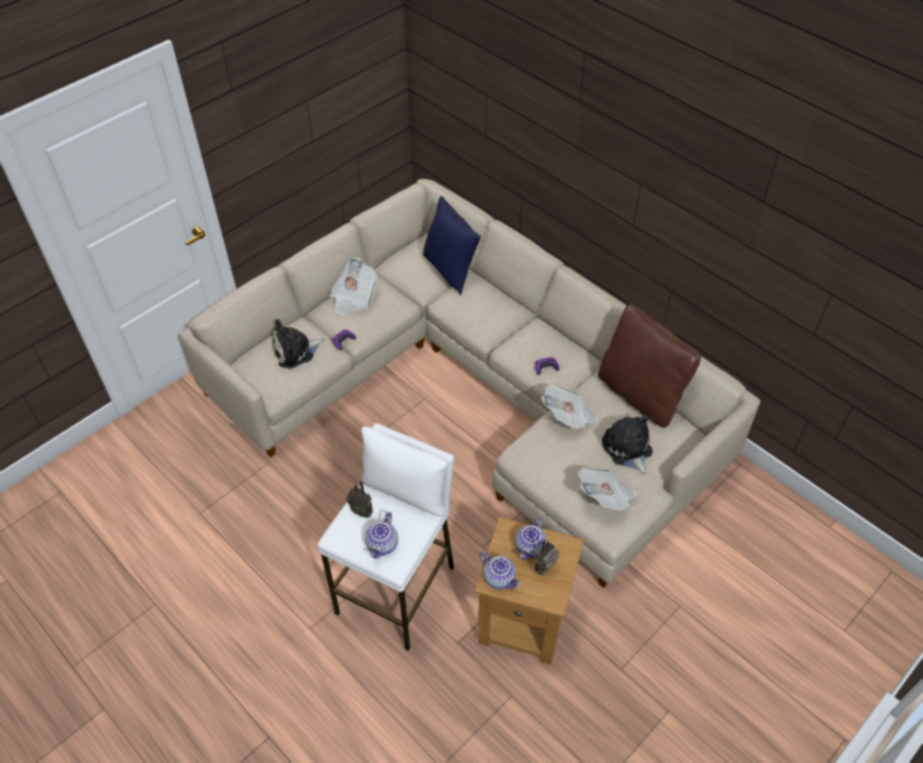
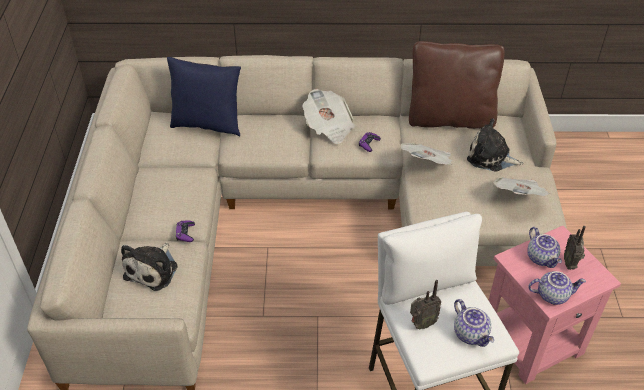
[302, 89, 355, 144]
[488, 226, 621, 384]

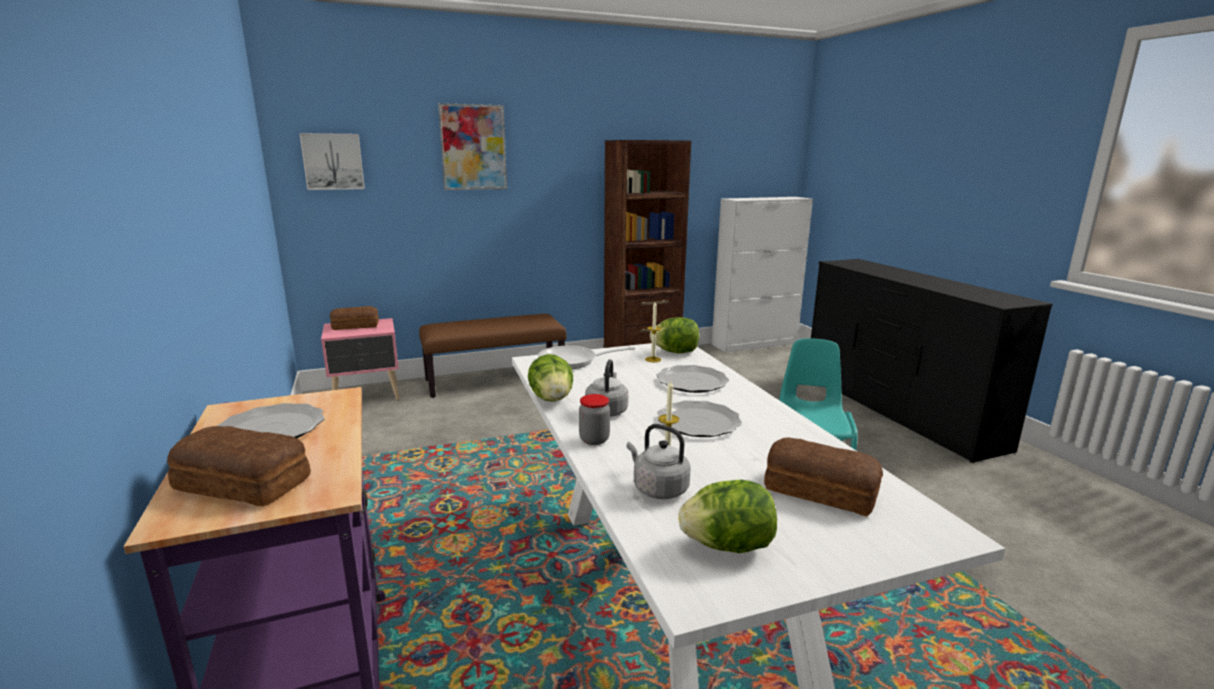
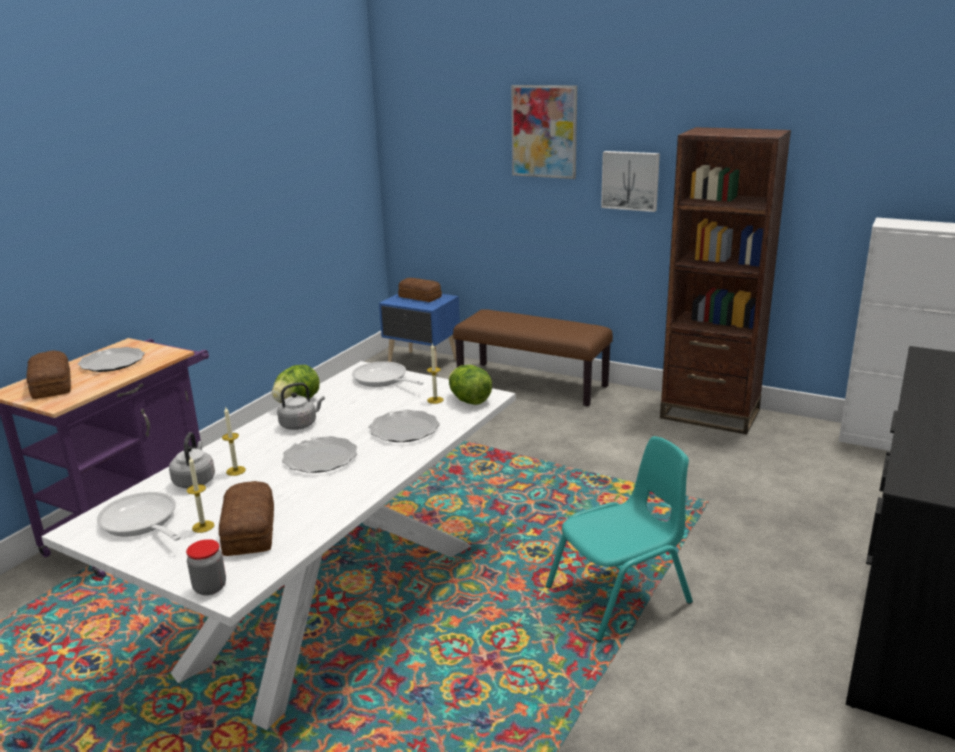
[601, 151, 660, 212]
[379, 294, 460, 375]
[186, 539, 226, 596]
[97, 492, 181, 541]
[187, 457, 214, 533]

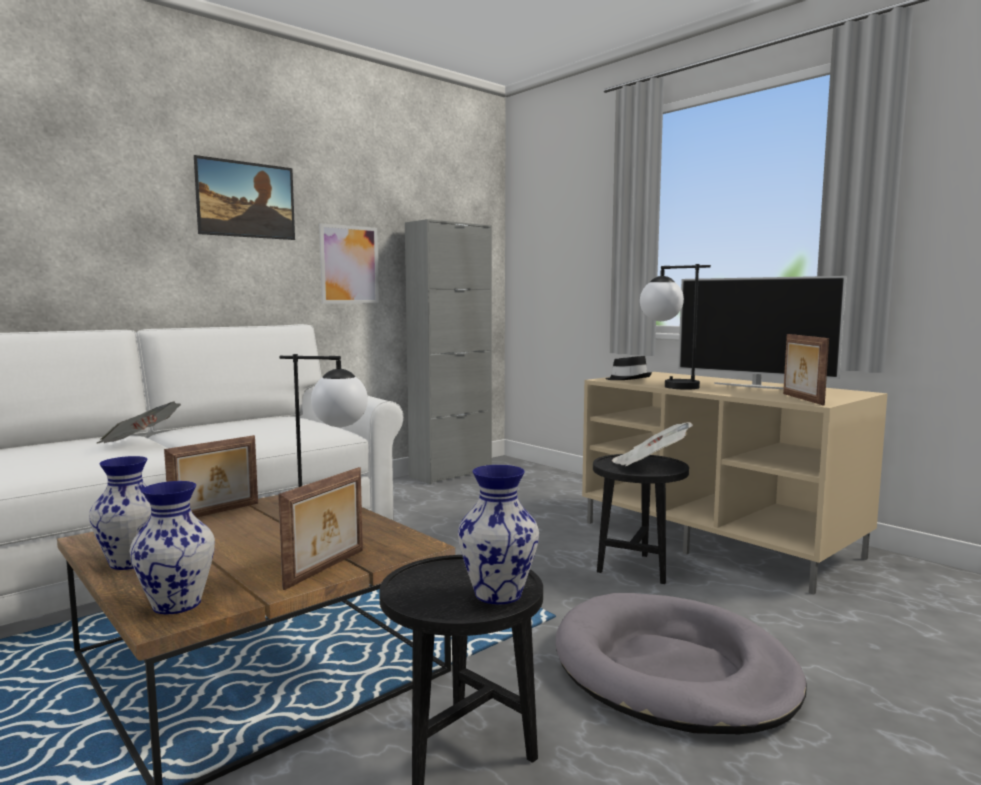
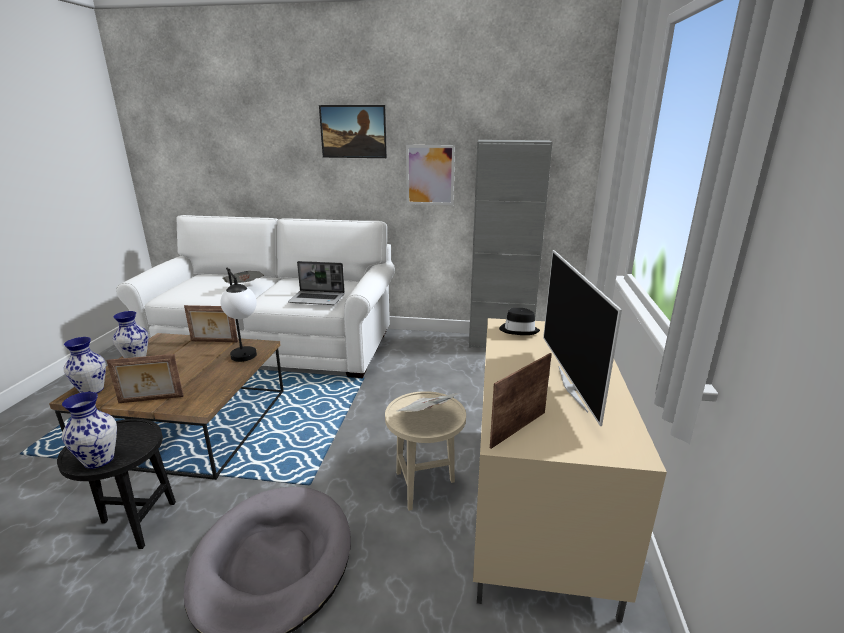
[385, 391, 466, 511]
[640, 264, 711, 390] (first image)
[288, 261, 345, 305]

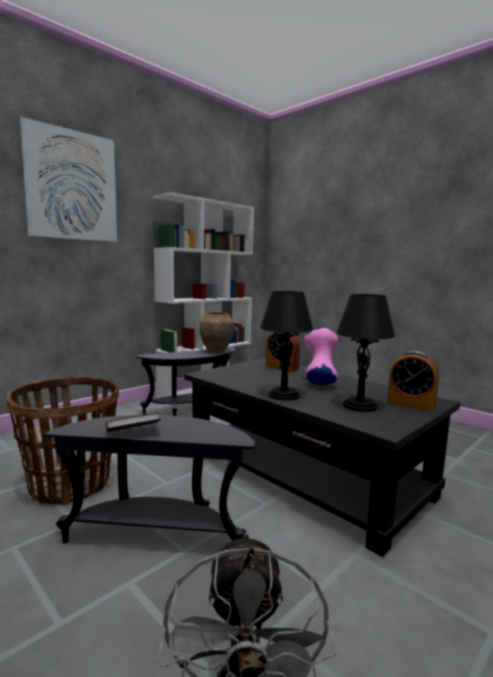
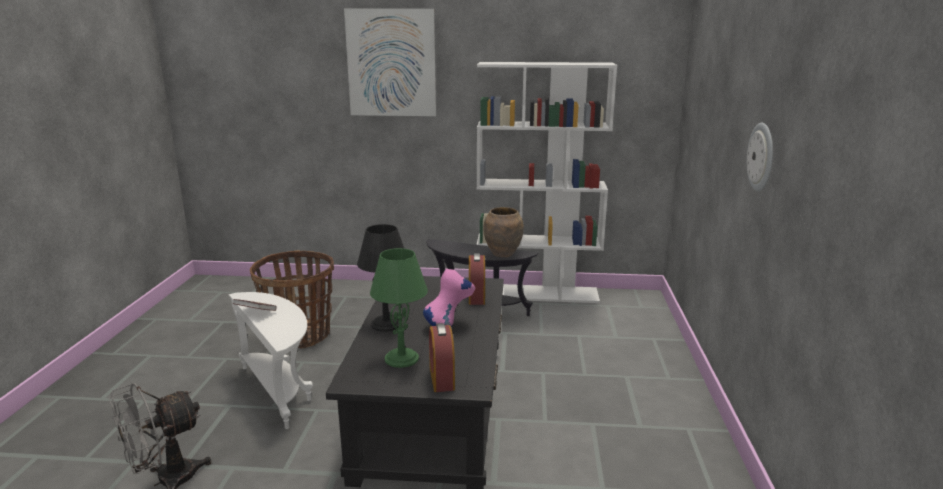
[229, 292, 313, 429]
[370, 248, 428, 368]
[747, 123, 773, 191]

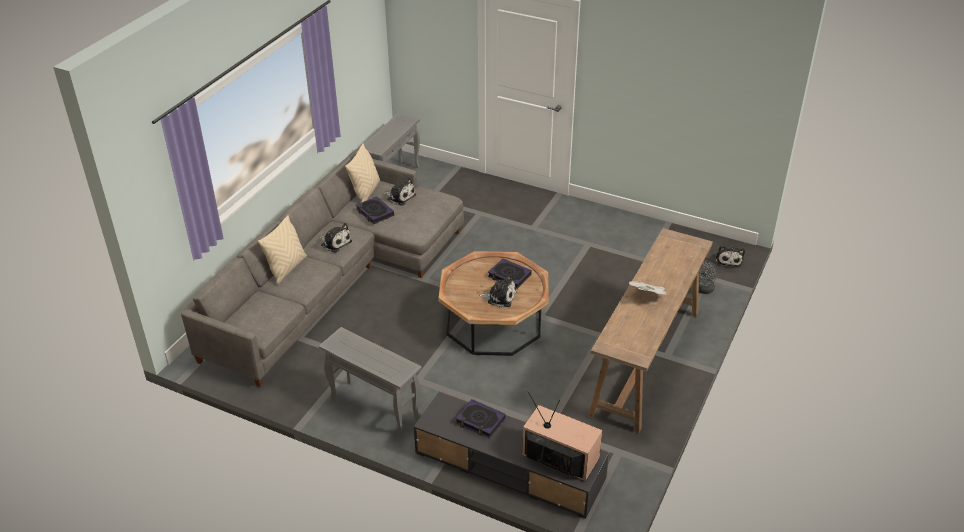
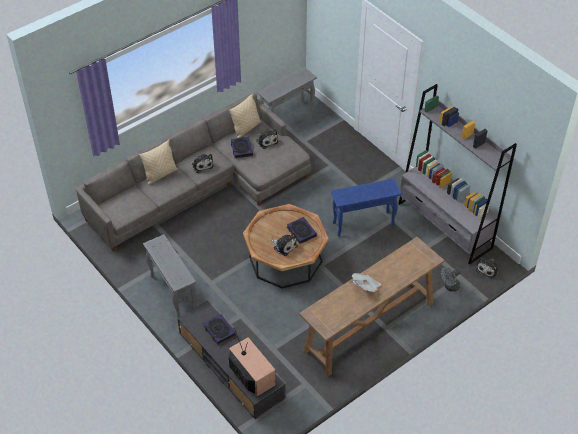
[331, 178, 402, 236]
[398, 84, 517, 265]

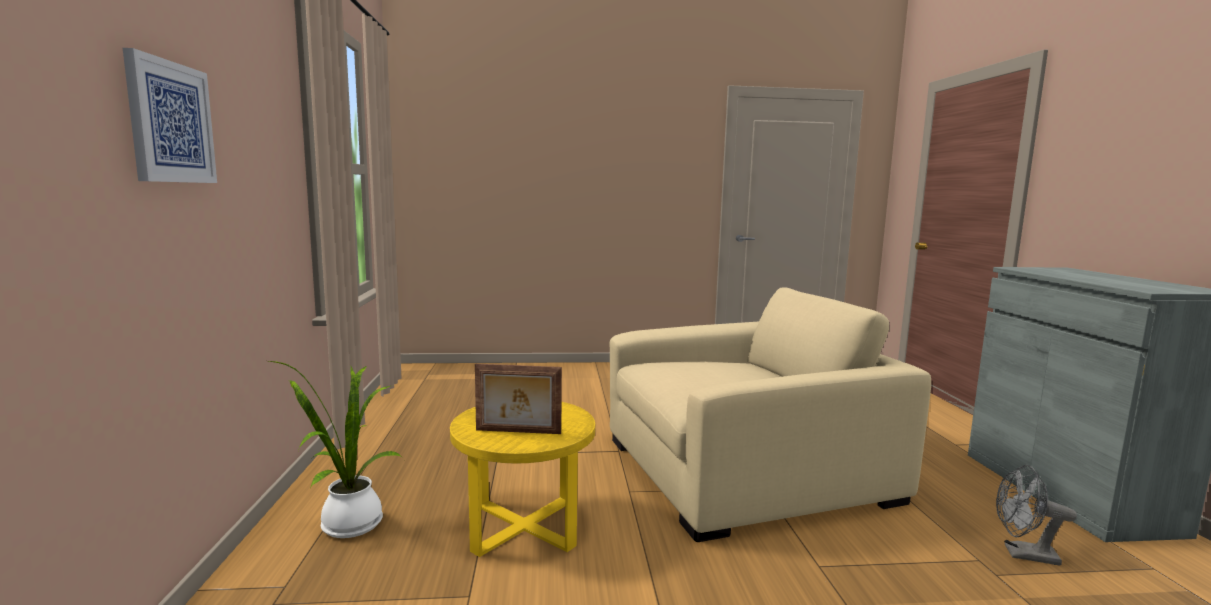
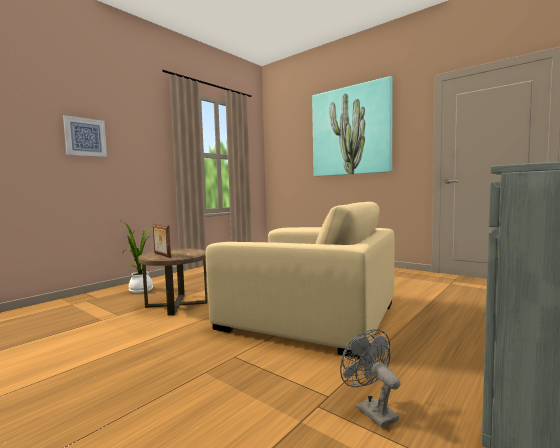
[138, 249, 208, 316]
[312, 76, 393, 176]

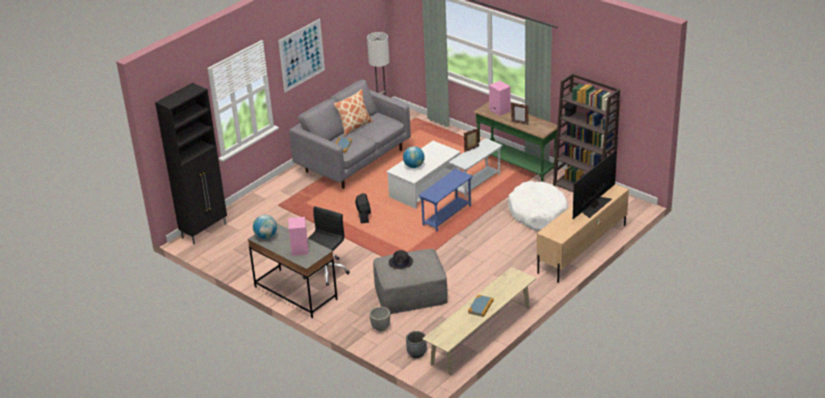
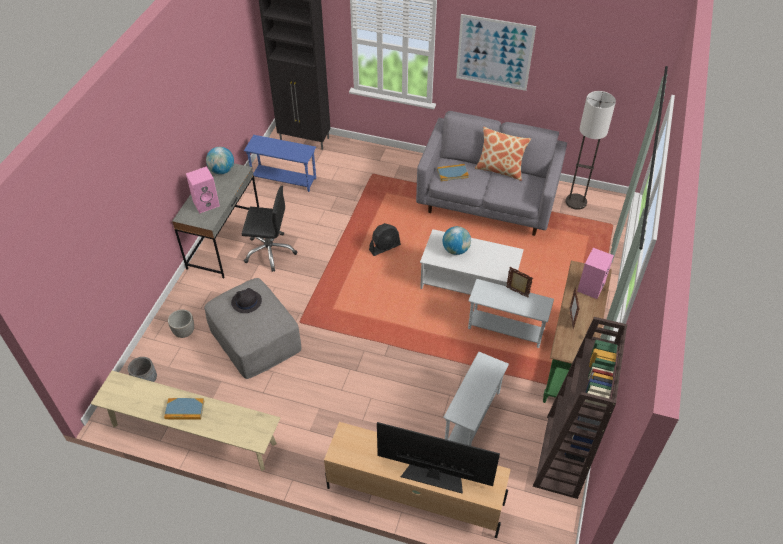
[244, 135, 316, 192]
[443, 352, 509, 446]

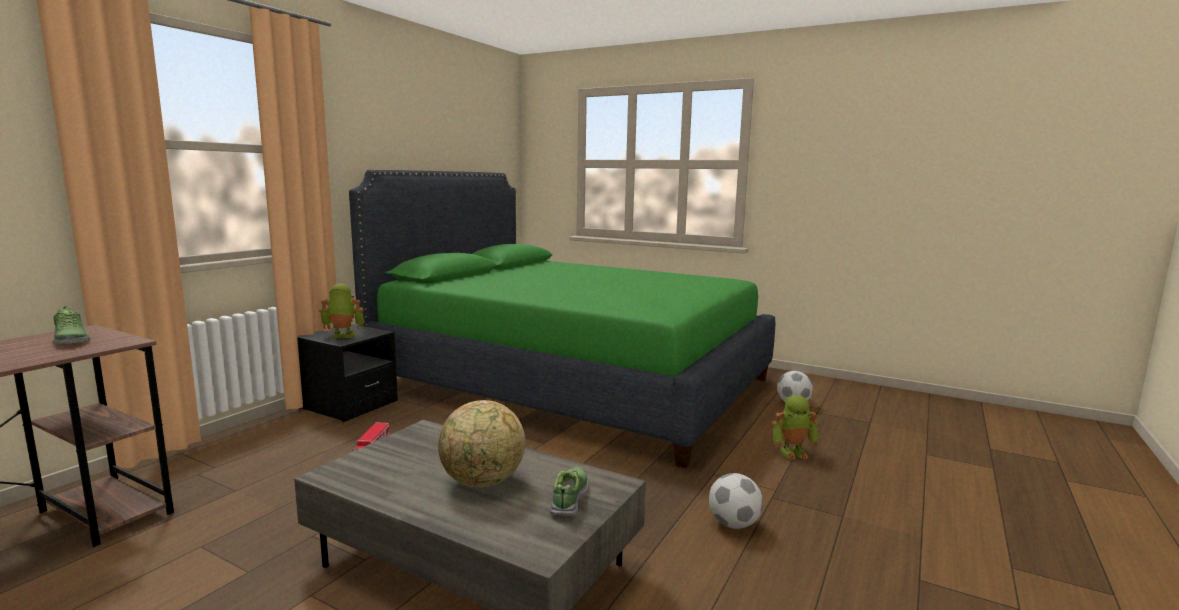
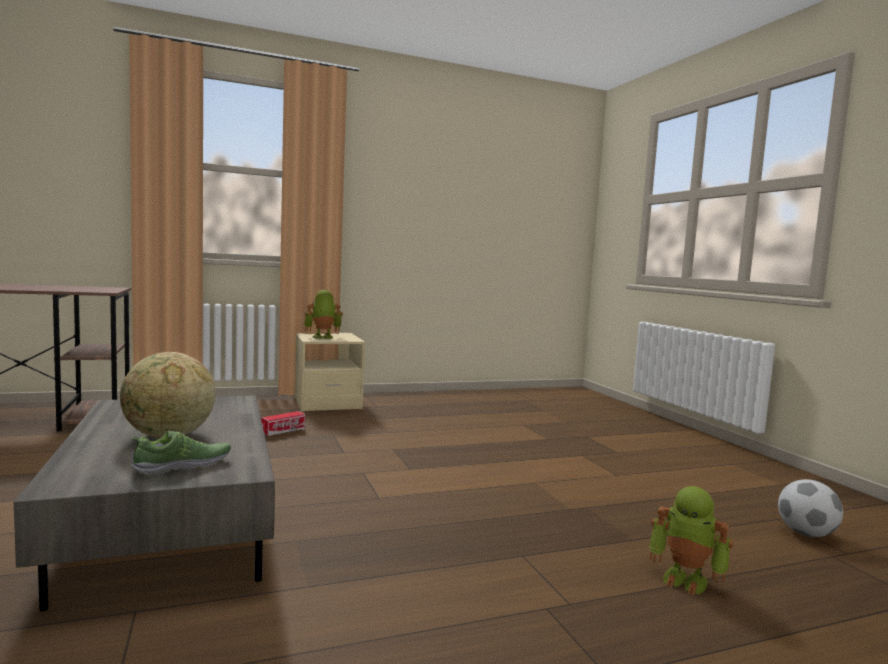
[53, 306, 90, 344] (first image)
[294, 333, 365, 412]
[304, 290, 343, 339]
[349, 170, 775, 468] (first image)
[709, 473, 763, 529] (first image)

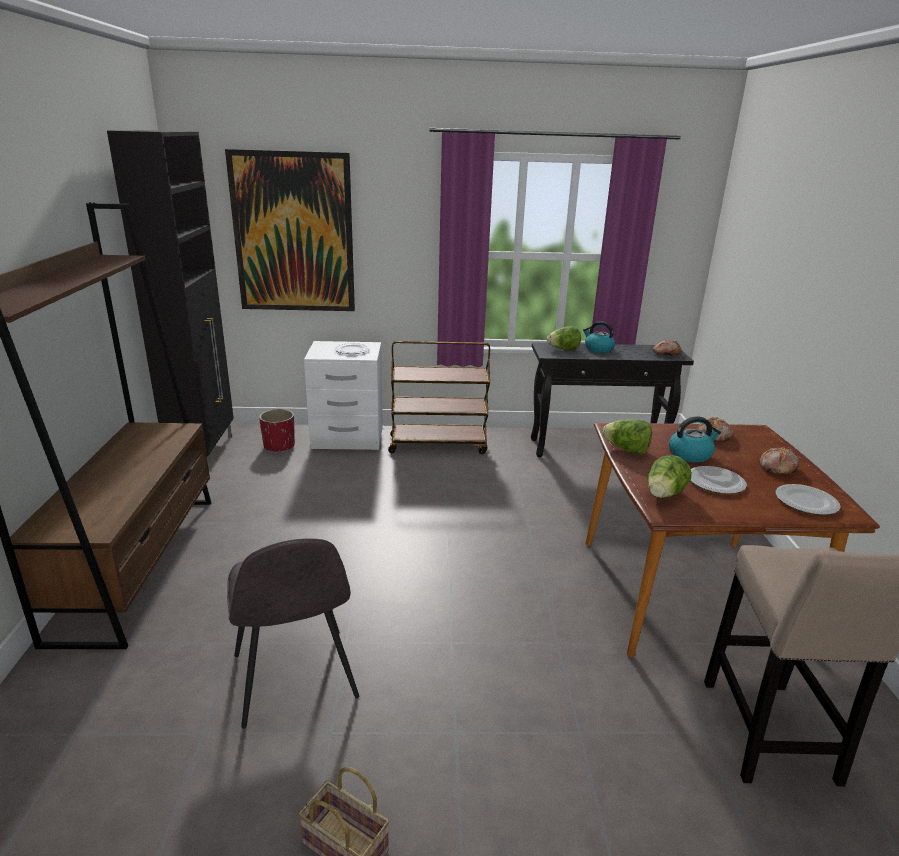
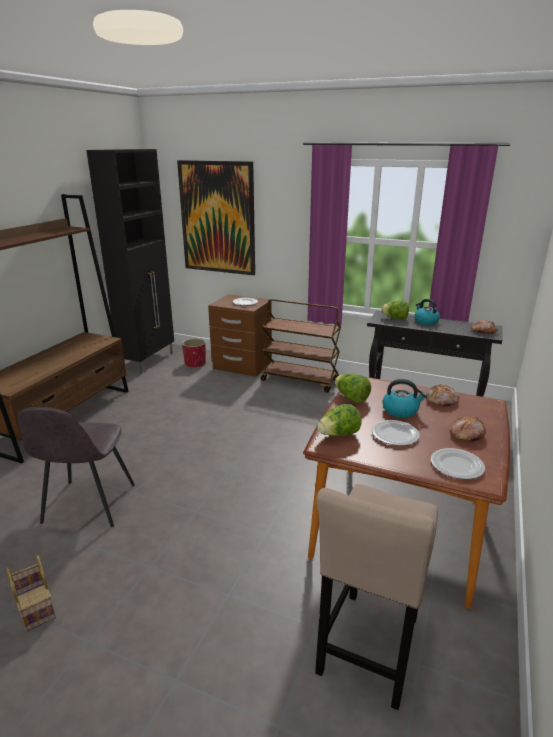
[208, 294, 272, 377]

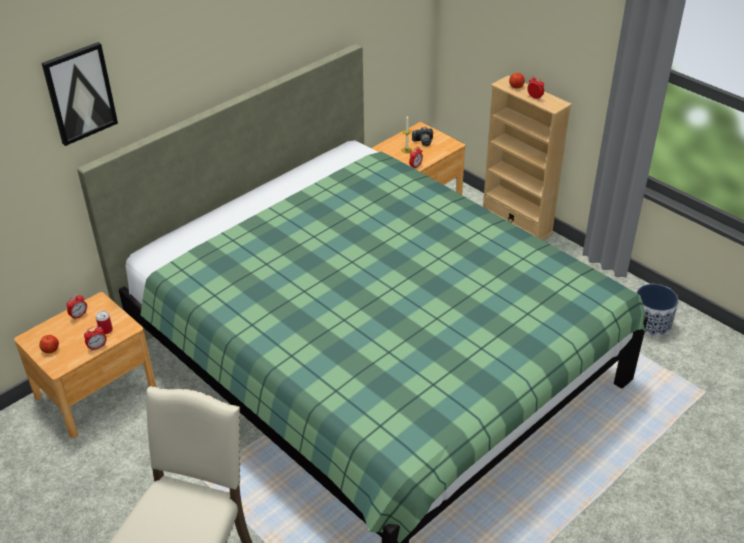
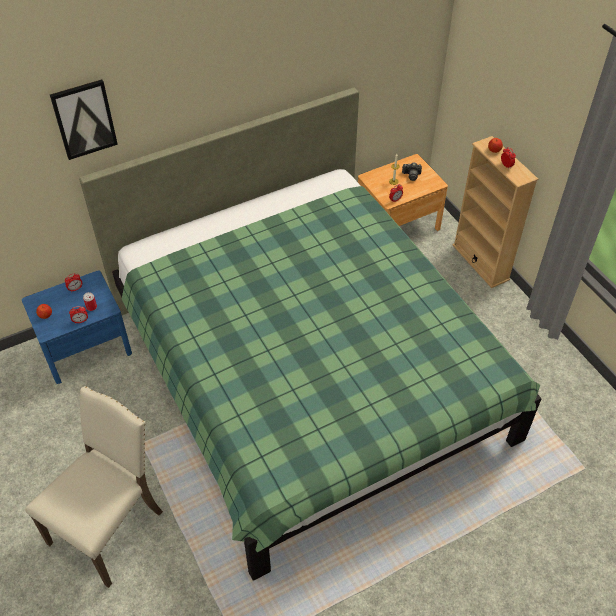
[22, 271, 132, 384]
[637, 284, 678, 337] (first image)

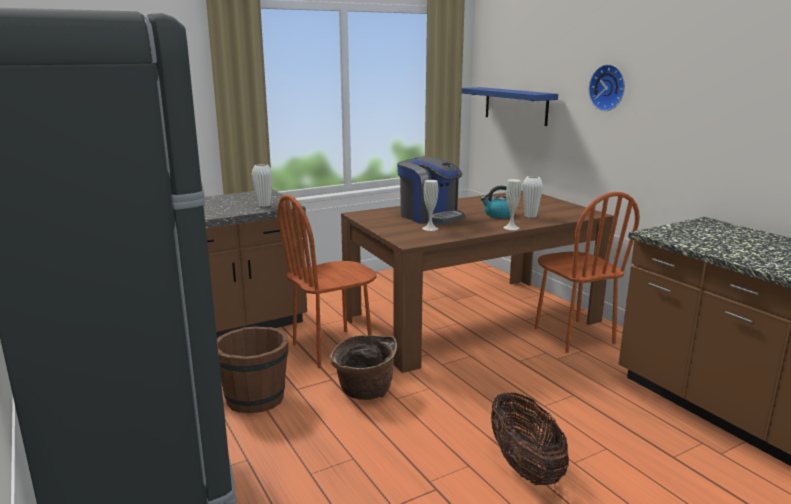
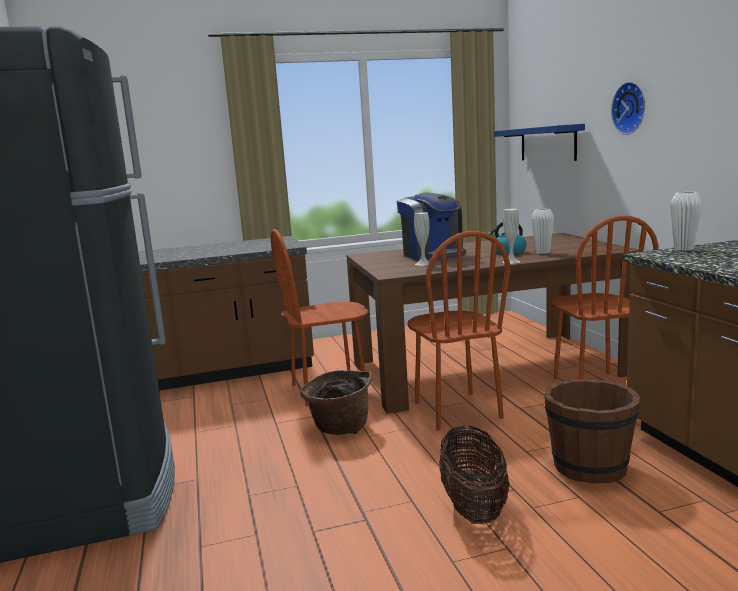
[544, 379, 640, 484]
[670, 192, 702, 251]
[408, 231, 510, 430]

